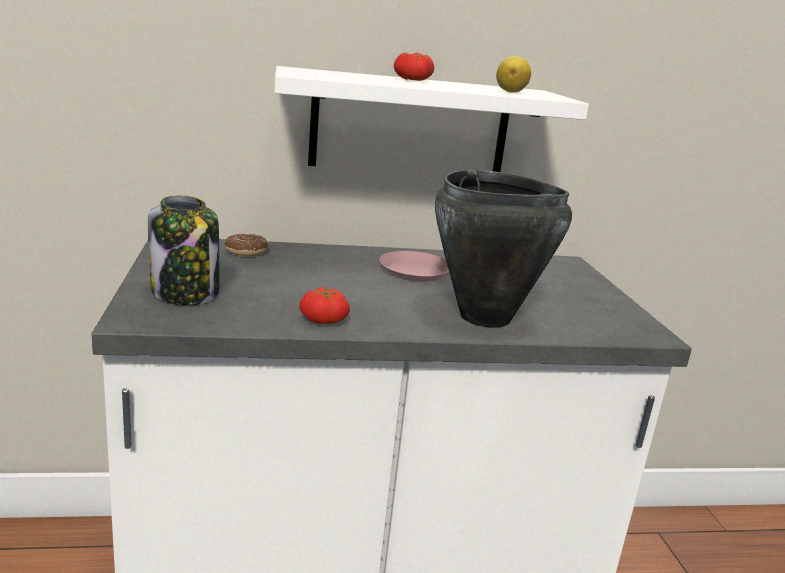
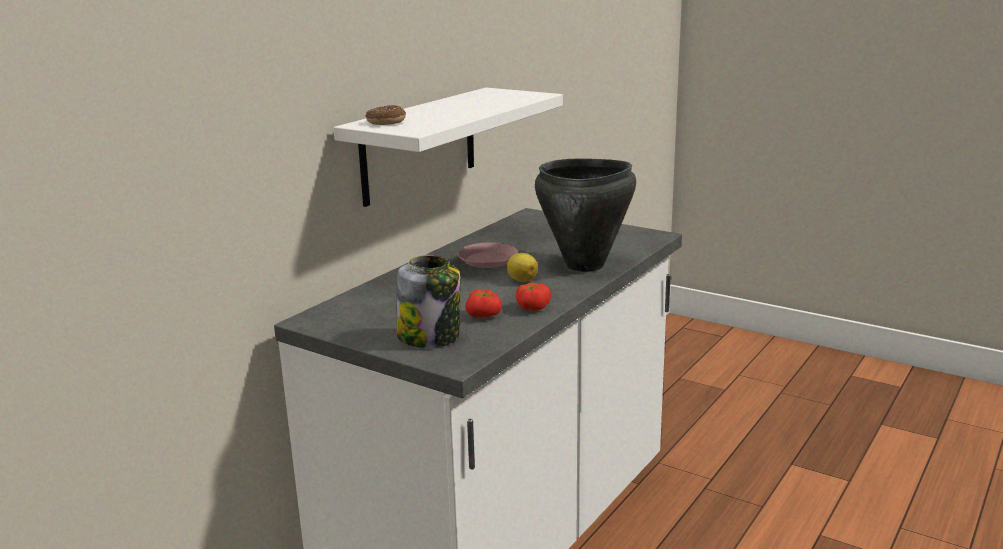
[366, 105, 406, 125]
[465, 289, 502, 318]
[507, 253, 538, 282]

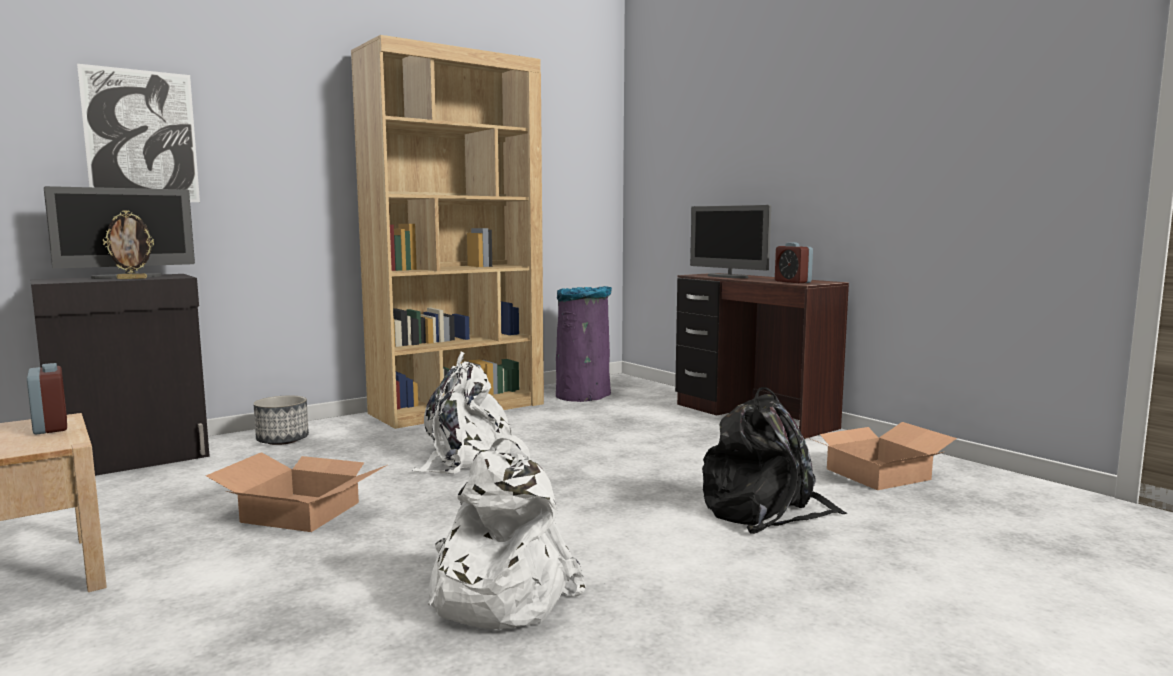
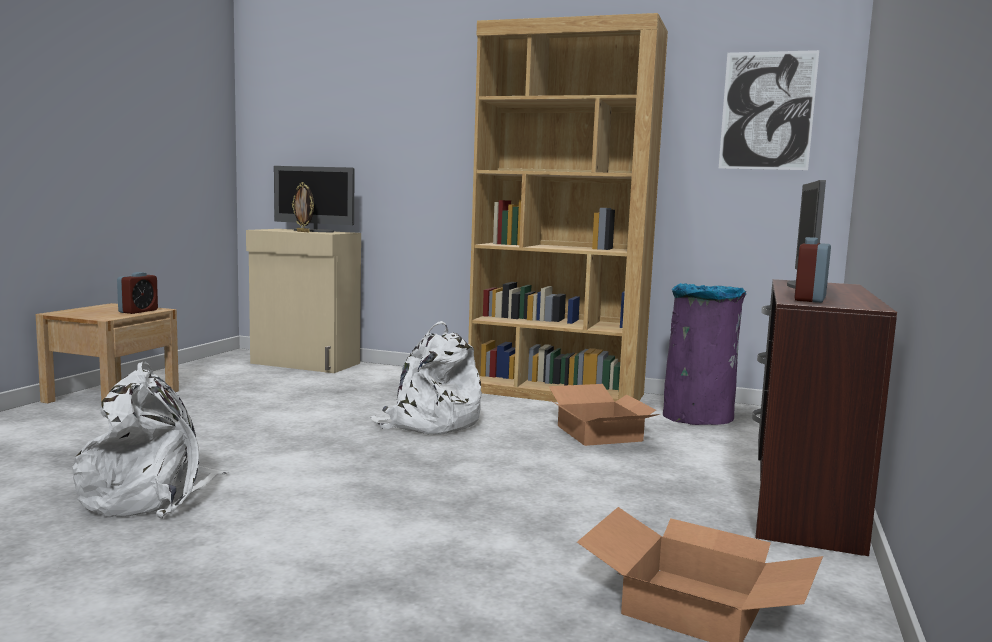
[246, 229, 361, 373]
[719, 50, 819, 170]
[549, 384, 660, 446]
[253, 395, 309, 445] (first image)
[702, 387, 847, 534] (first image)

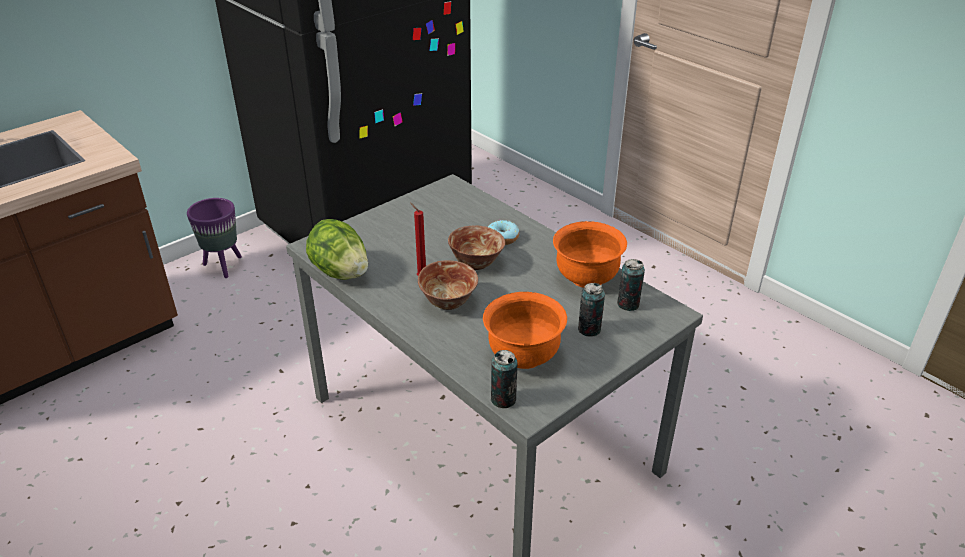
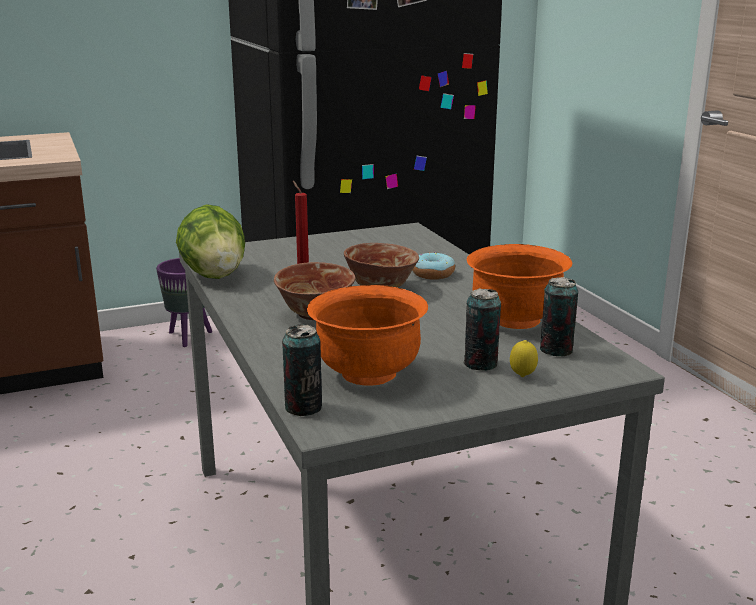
[510, 340, 538, 377]

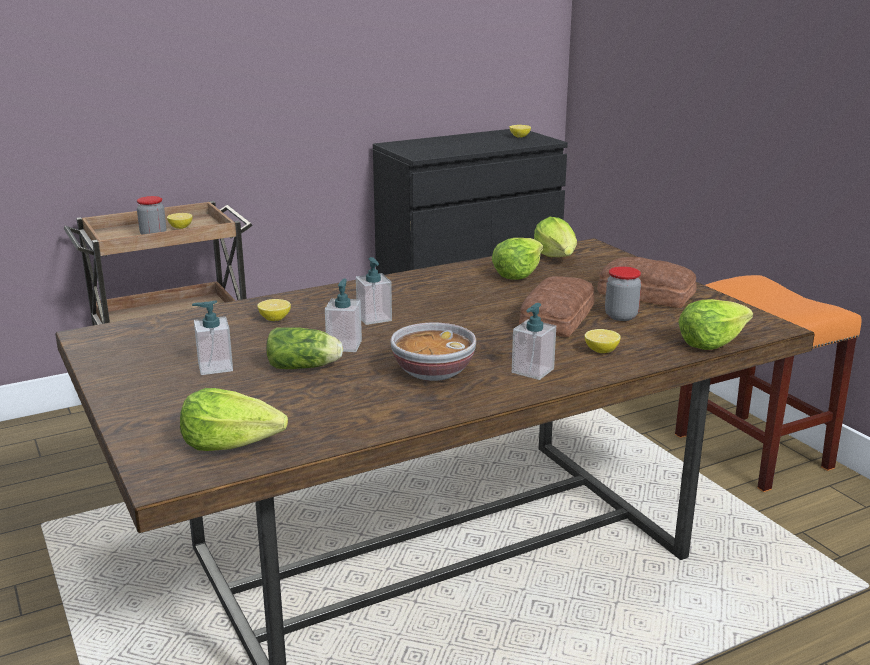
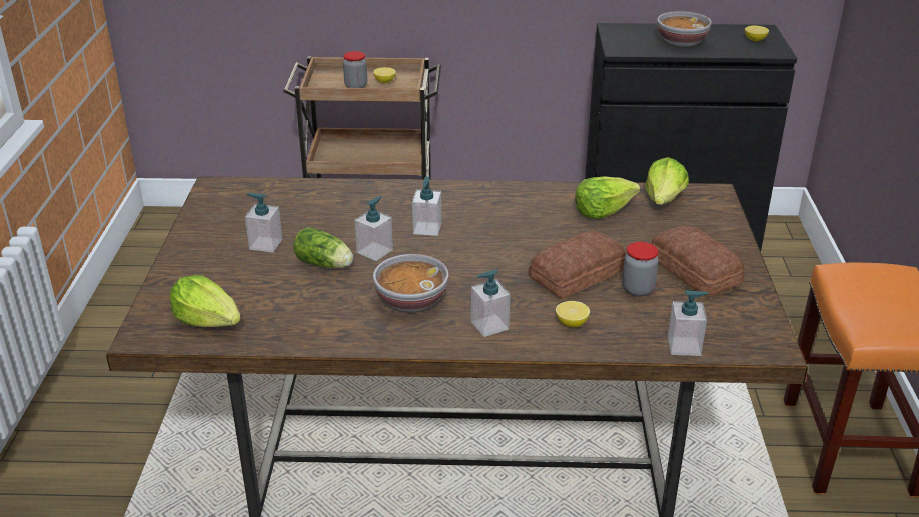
[257, 299, 291, 321] (first image)
[668, 290, 709, 356]
[657, 11, 712, 47]

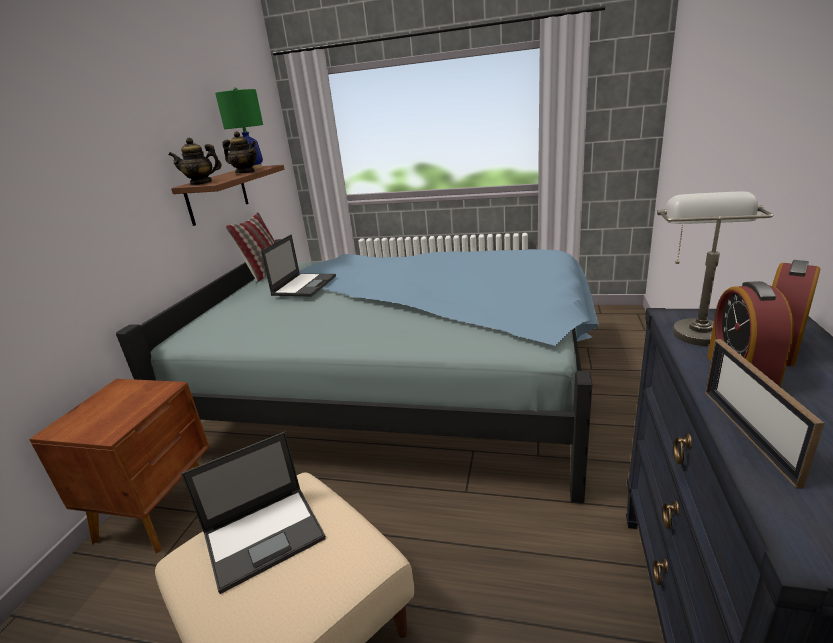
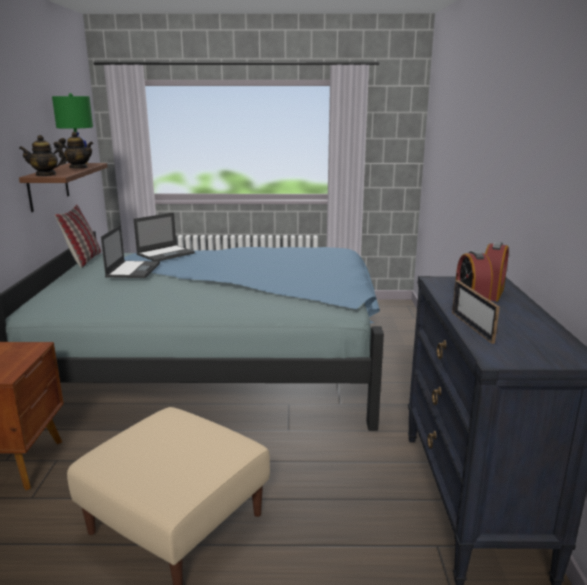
[134, 212, 195, 261]
[657, 191, 773, 346] (first image)

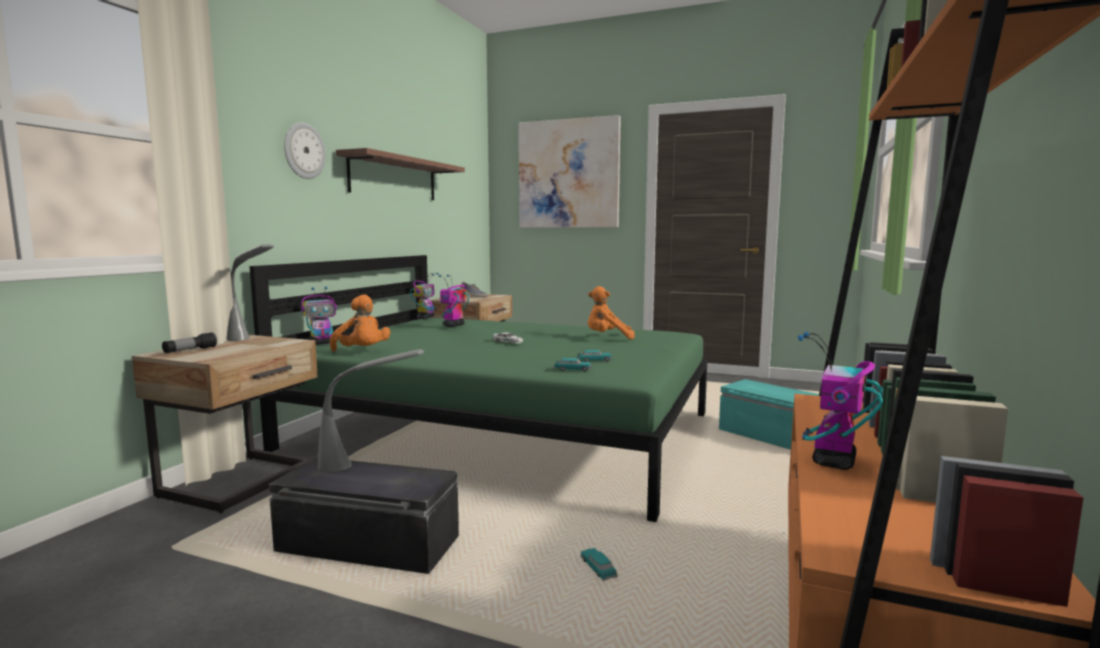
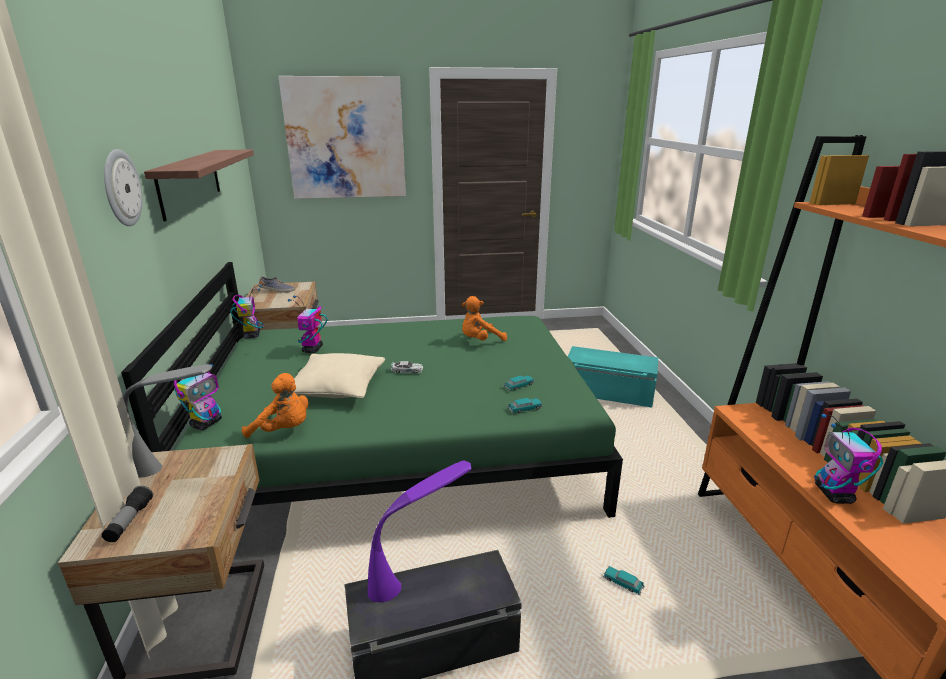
[368, 460, 471, 603]
[294, 353, 385, 398]

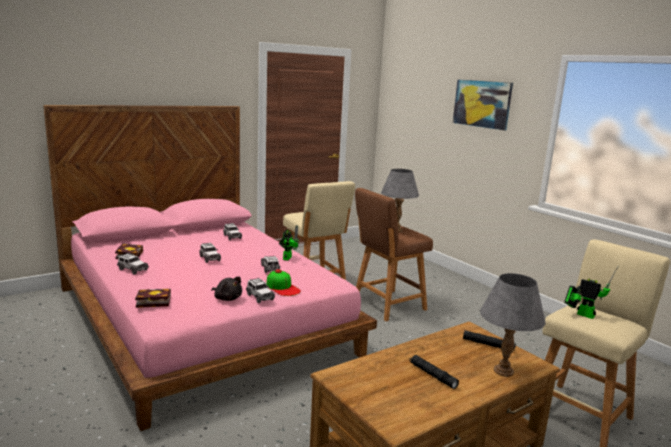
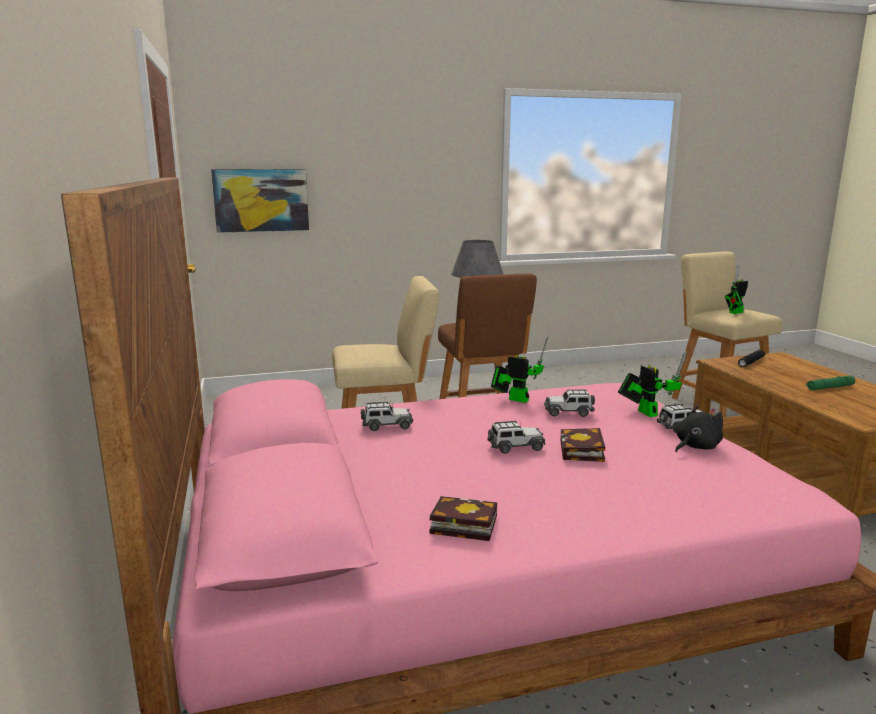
[117, 253, 149, 274] (first image)
[560, 428, 605, 462]
[618, 351, 687, 417]
[806, 376, 855, 390]
[211, 169, 309, 233]
[480, 273, 546, 377] (first image)

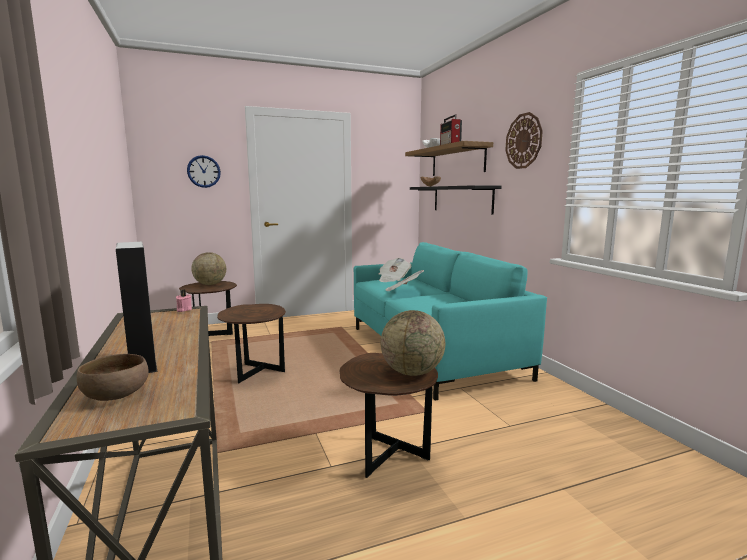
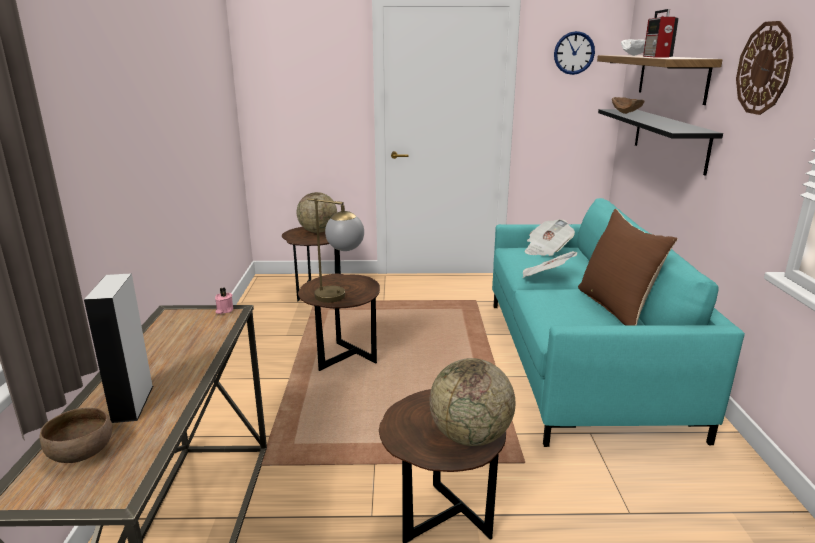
[554, 31, 595, 75]
[307, 198, 364, 303]
[578, 209, 678, 326]

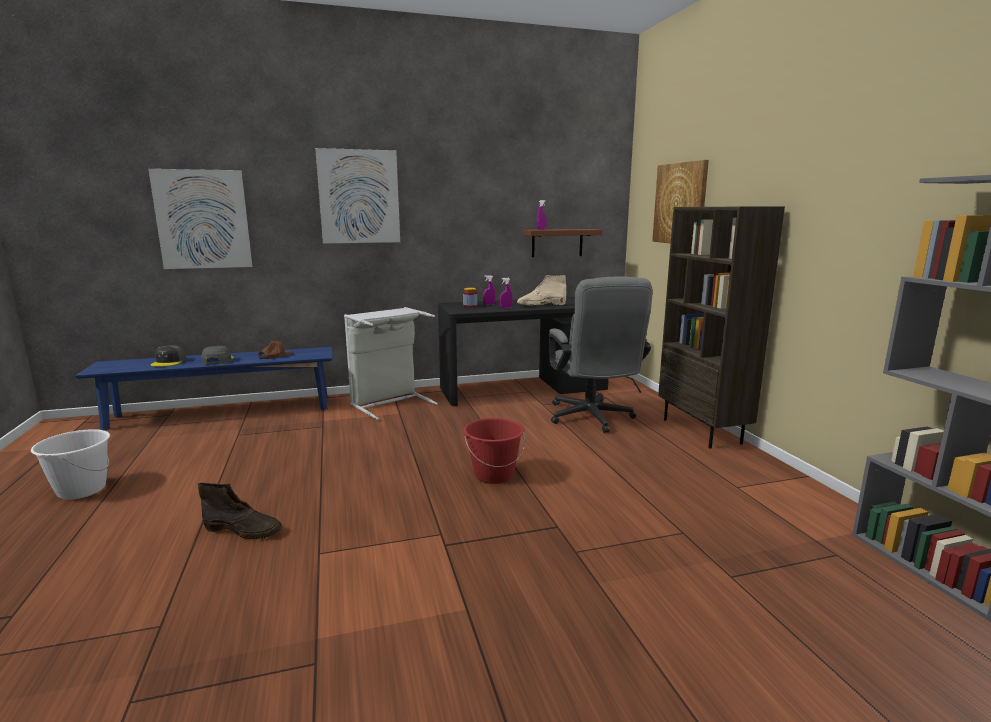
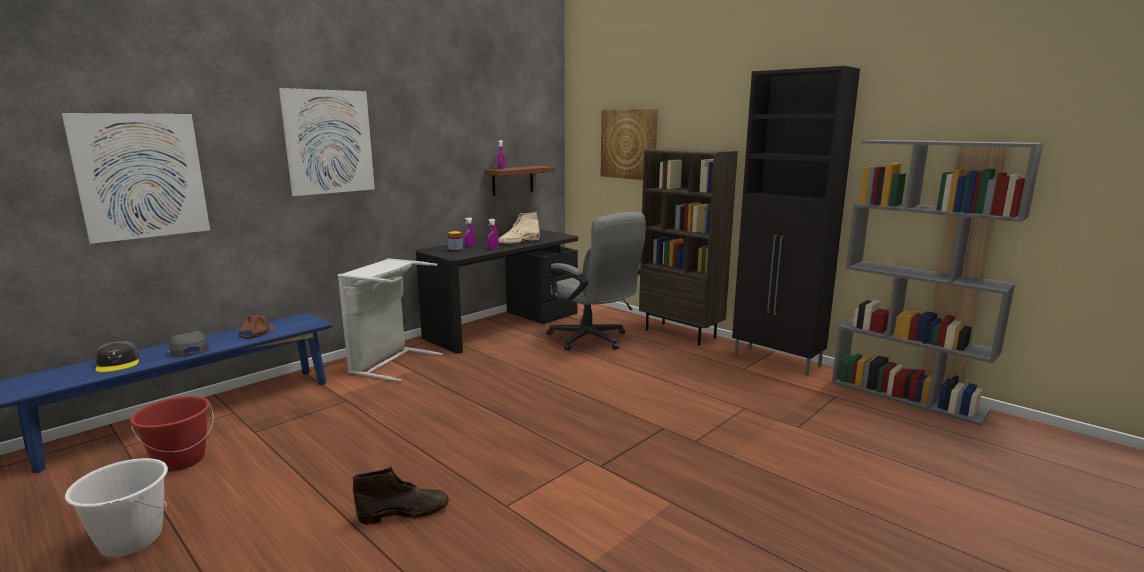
[130, 396, 214, 472]
[732, 66, 860, 376]

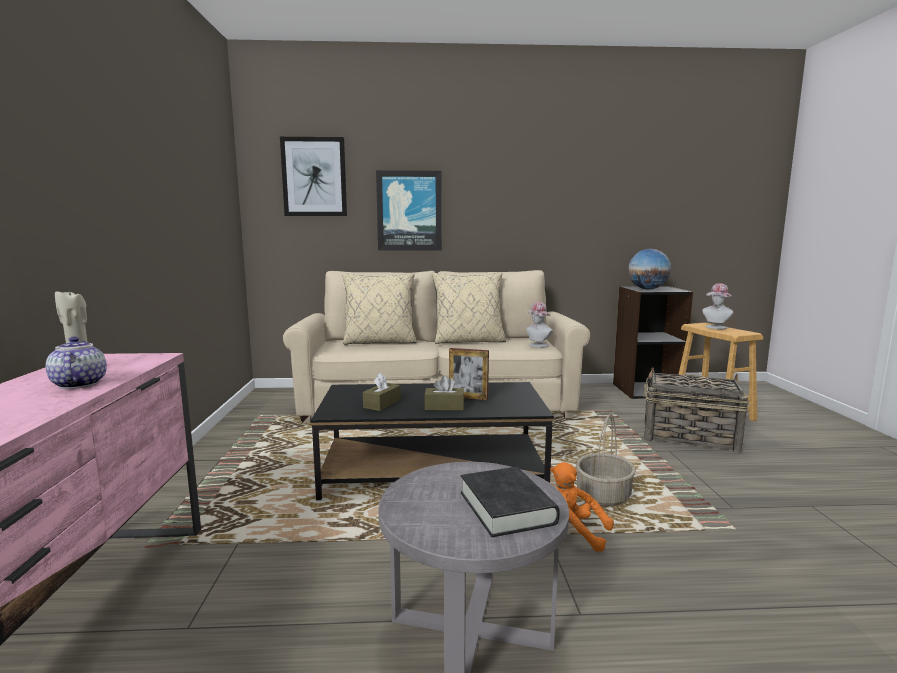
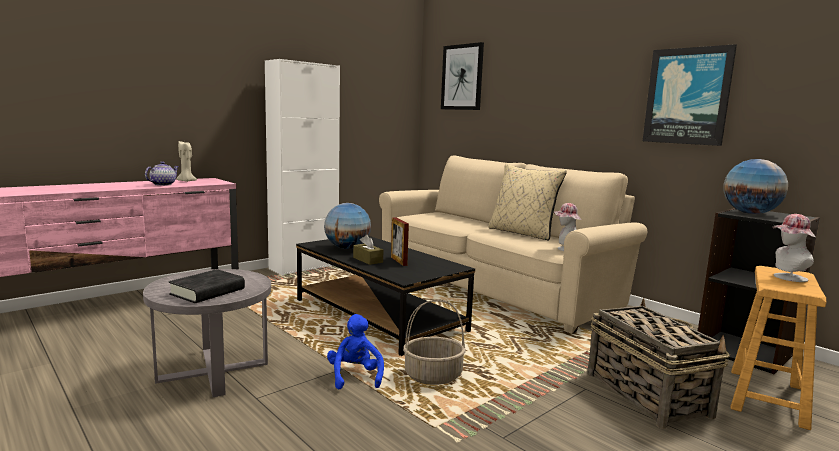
[342, 273, 417, 345] (first image)
[324, 203, 371, 249]
[643, 44, 737, 146]
[327, 314, 384, 389]
[265, 59, 340, 276]

